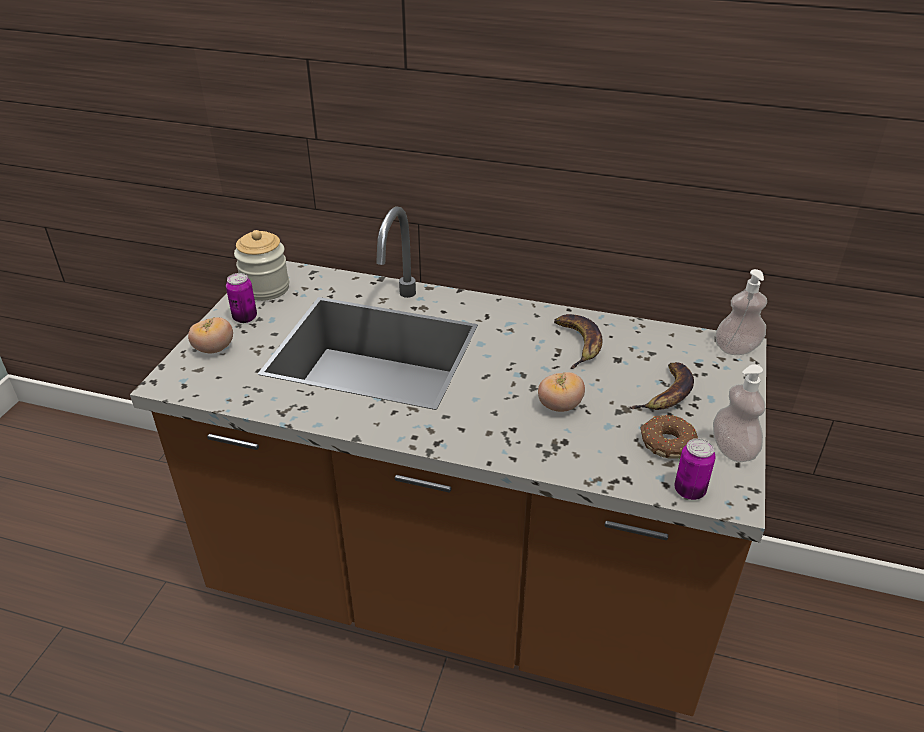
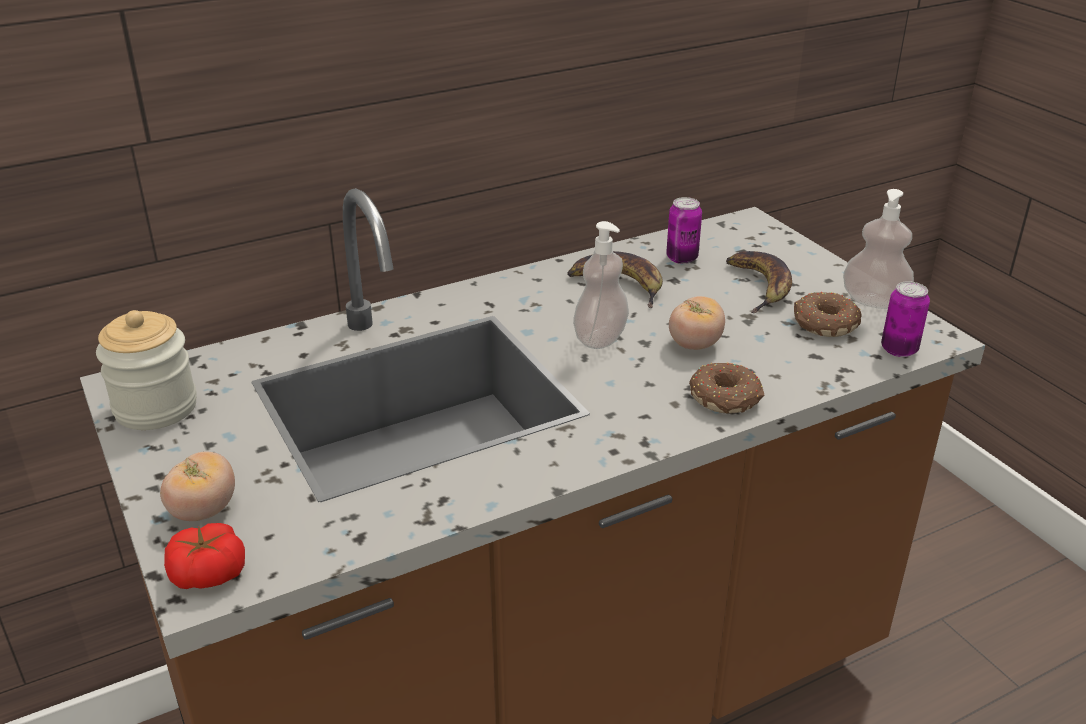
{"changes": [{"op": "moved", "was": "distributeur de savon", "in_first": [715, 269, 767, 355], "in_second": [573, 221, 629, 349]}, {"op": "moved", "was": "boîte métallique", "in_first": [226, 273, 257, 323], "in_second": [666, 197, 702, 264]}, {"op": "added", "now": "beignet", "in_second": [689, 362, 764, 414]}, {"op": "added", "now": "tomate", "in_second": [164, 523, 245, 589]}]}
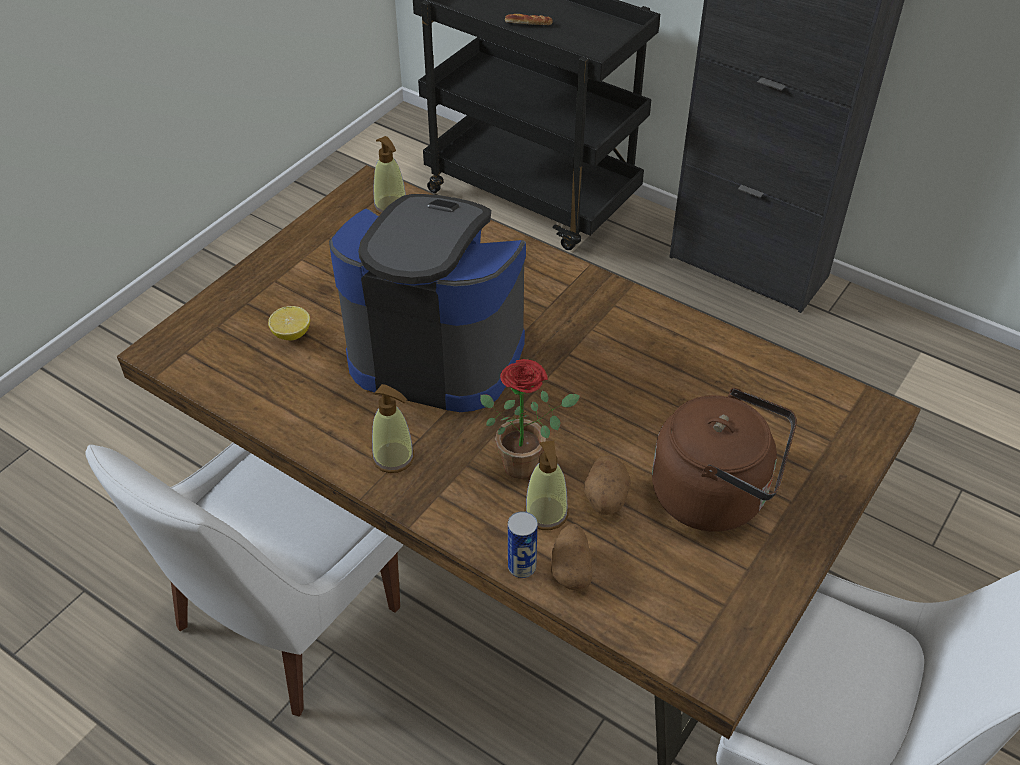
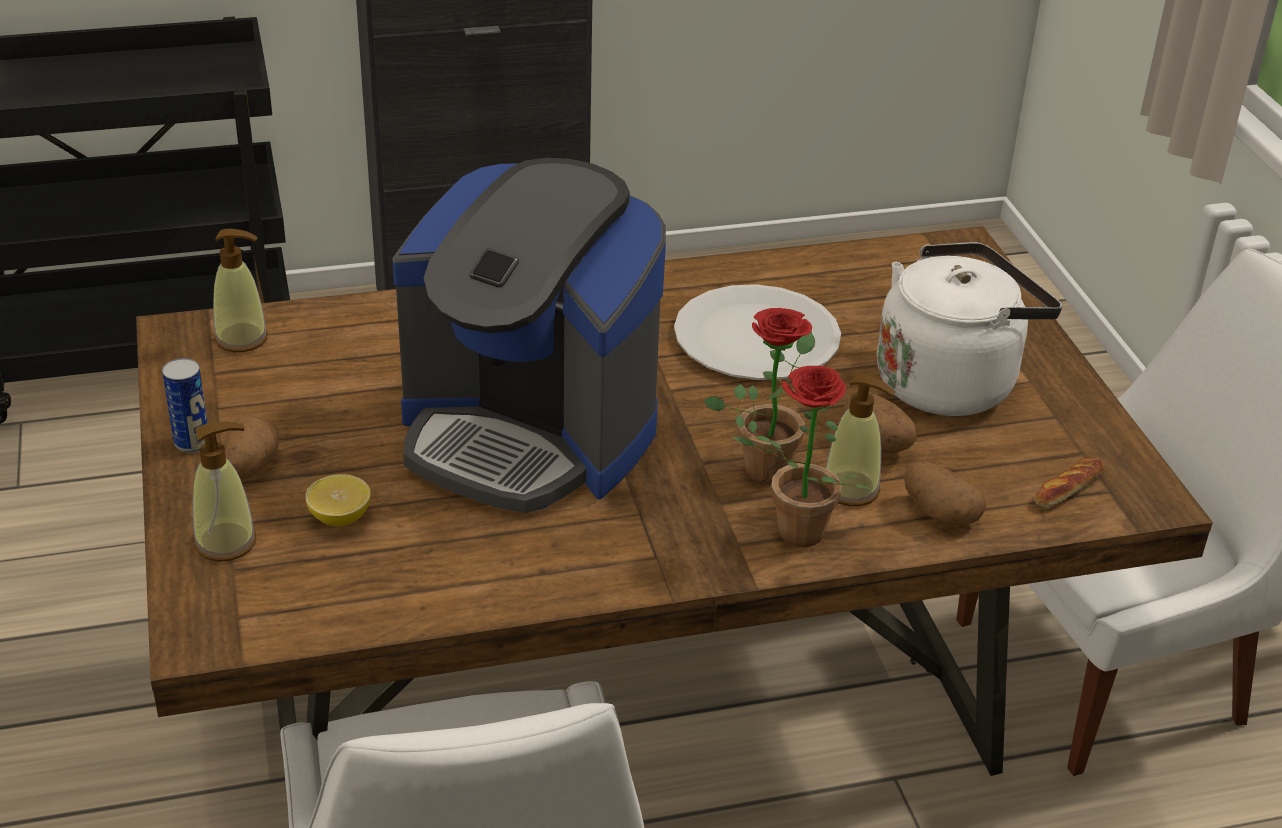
{"changes": [{"op": "moved", "was": "pain", "in_first": [505, 14, 553, 25], "in_second": [1034, 458, 1104, 508]}, {"op": "turned", "was": "machine à café", "in_first": [329, 194, 526, 412], "in_second": [392, 158, 666, 513], "clockwise": -120}, {"op": "moved", "was": "distributeur de savon", "in_first": [372, 384, 415, 473], "in_second": [193, 422, 256, 562]}, {"op": "recoloured", "was": "bouilloire (marron)", "now": "bouilloire (blanc)", "in_first": [652, 388, 797, 531], "in_second": [877, 242, 1062, 416]}, {"op": "moved", "was": "boîte métallique", "in_first": [508, 511, 538, 578], "in_second": [162, 358, 208, 453]}, {"op": "added", "now": "assiette (blanc)", "in_second": [674, 284, 841, 380]}, {"op": "added", "now": "plante en pot", "in_second": [732, 366, 872, 547]}, {"op": "added", "now": "pomme de terre", "in_second": [224, 415, 279, 480]}]}
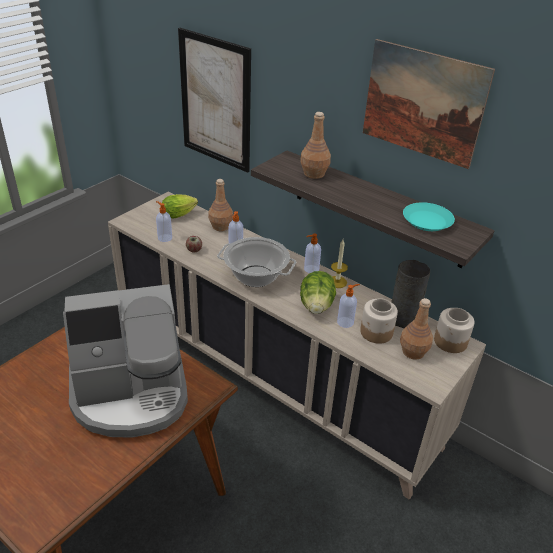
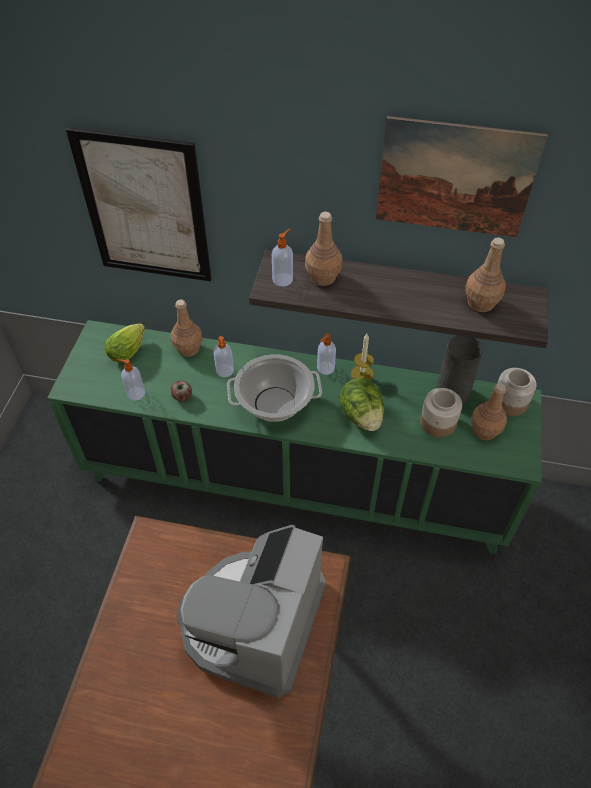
{"changes": [{"op": "recoloured", "was": "meuble de rangement (beige)", "now": "meuble de rangement (vert)", "in_first": [108, 192, 486, 500], "in_second": [47, 320, 542, 554]}, {"op": "replaced", "was": "assiette (turquoise)", "now": "bouteille (marron)", "in_first": [403, 202, 455, 231], "in_second": [465, 237, 506, 312]}, {"op": "turned", "was": "machine à café", "in_first": [63, 284, 188, 438], "in_second": [177, 525, 326, 698], "clockwise": 150}, {"op": "moved", "was": "distributeur de savon", "in_first": [337, 284, 360, 328], "in_second": [272, 229, 293, 287]}]}
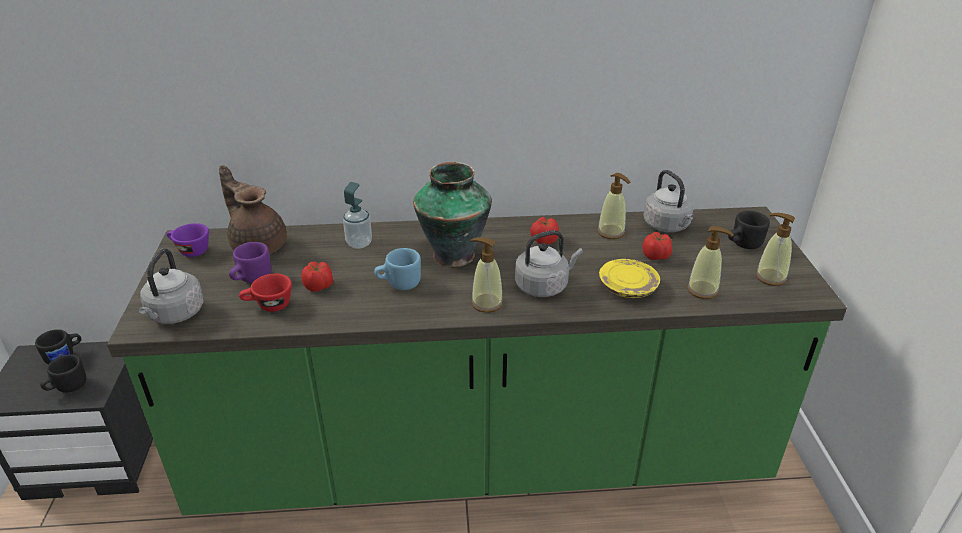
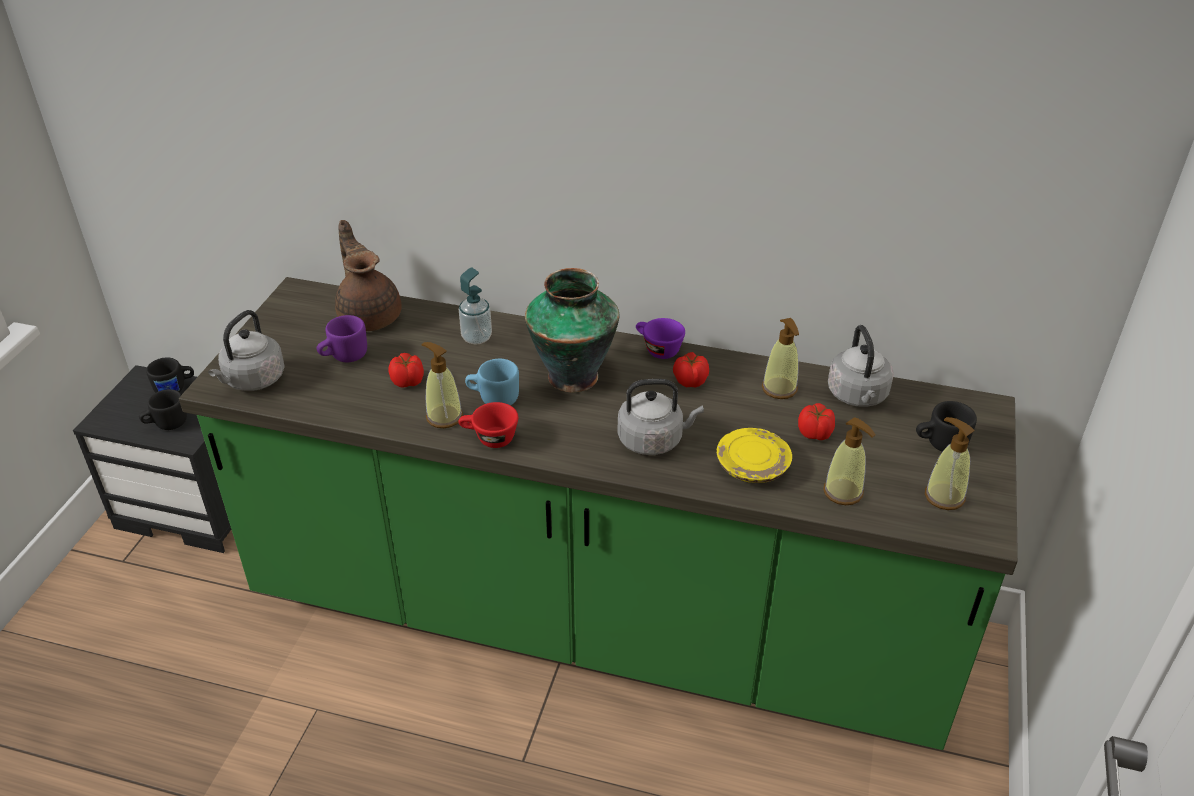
{"changes": [{"op": "moved", "was": "tasse (violet)", "in_first": [167, 223, 209, 257], "in_second": [636, 318, 685, 359]}, {"op": "moved", "was": "distributeur de savon", "in_first": [470, 237, 503, 313], "in_second": [421, 342, 463, 428]}, {"op": "moved", "was": "tasse (rouge)", "in_first": [239, 273, 292, 312], "in_second": [458, 402, 518, 448]}]}
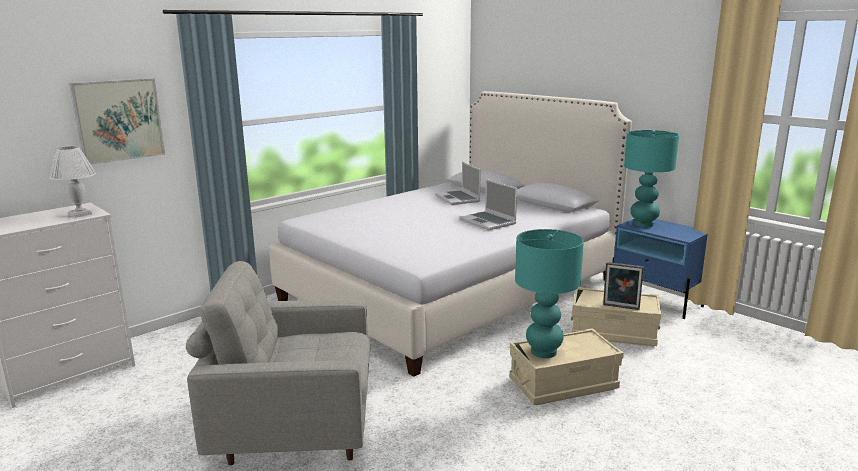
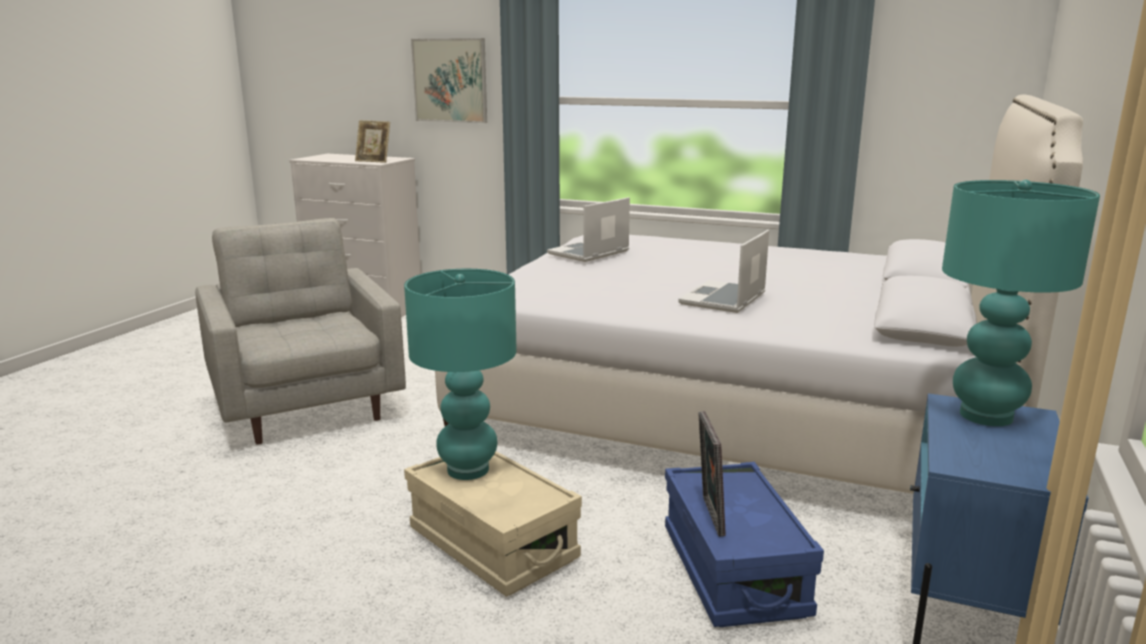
{"changes": [{"op": "replaced", "was": "lampe de table (blanc)", "now": "cadre photo", "in_first": [49, 146, 96, 218], "in_second": [355, 120, 390, 163]}, {"op": "moved", "was": "ordinateur portable", "in_first": [435, 162, 481, 205], "in_second": [547, 197, 630, 262]}, {"op": "recoloured", "was": "boîte de rangement (beige)", "now": "boîte de rangement (bleu)", "in_first": [571, 287, 661, 346], "in_second": [665, 462, 824, 627]}]}
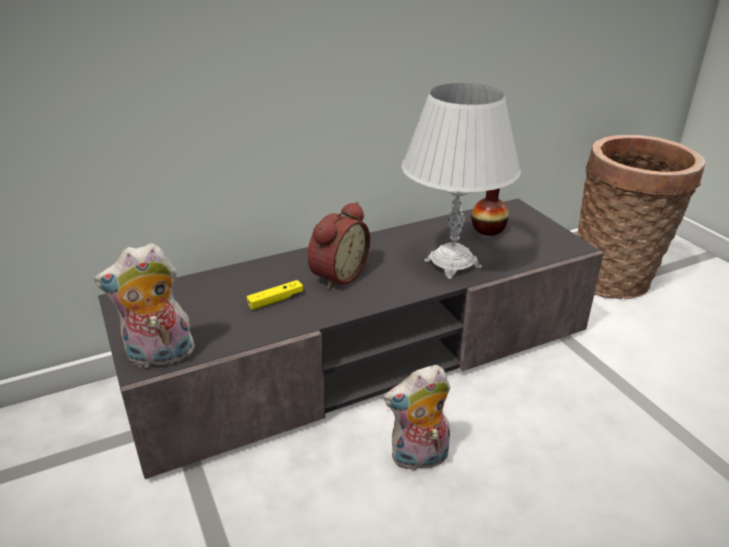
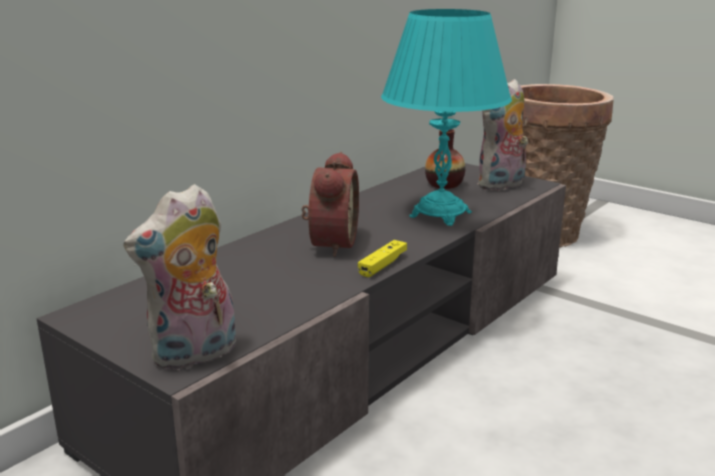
{"changes": [{"op": "recoloured", "was": "lampe de table (blanc)", "now": "lampe de table (turquoise)", "in_first": [402, 83, 521, 279], "in_second": [381, 9, 512, 226]}, {"op": "moved", "was": "manette (jaune)", "in_first": [247, 280, 303, 310], "in_second": [358, 240, 407, 277]}, {"op": "moved", "was": "peluche", "in_first": [384, 365, 450, 471], "in_second": [478, 79, 528, 191]}]}
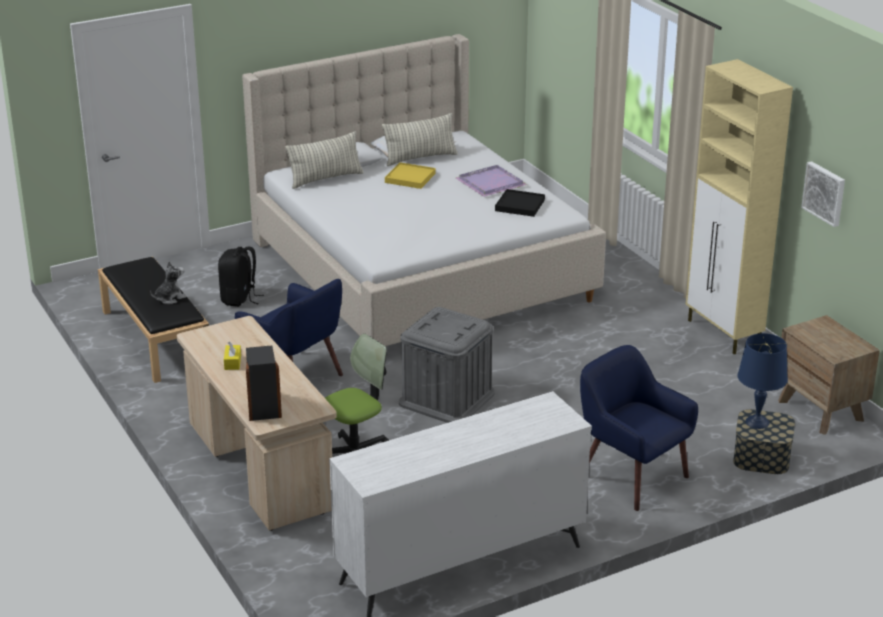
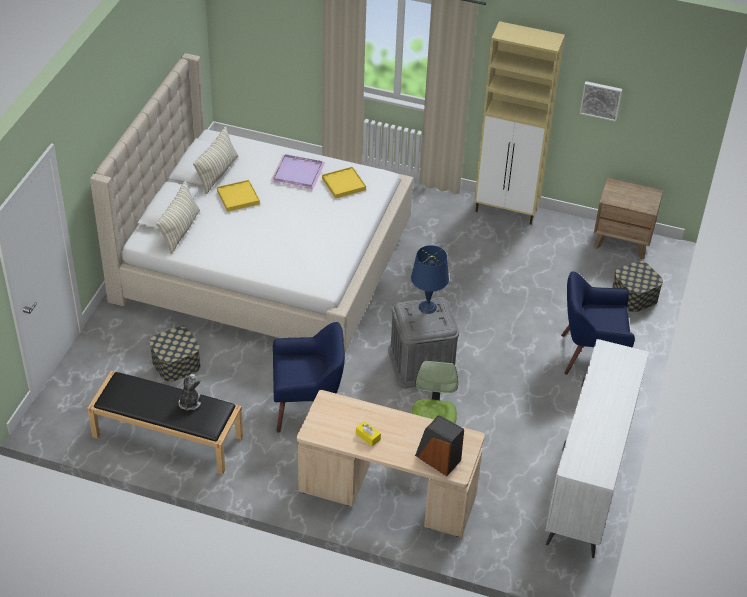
{"changes": [{"op": "recoloured", "was": "plateau (noir)", "now": "plateau (jaune)", "in_first": [495, 189, 545, 217], "in_second": [322, 167, 366, 199]}, {"op": "replaced", "was": "sac à dos (noir)", "now": "boîte de rangement", "in_first": [218, 246, 264, 307], "in_second": [149, 326, 200, 382]}, {"op": "moved", "was": "lampe de table (bleu)", "in_first": [737, 333, 788, 429], "in_second": [411, 245, 449, 314]}]}
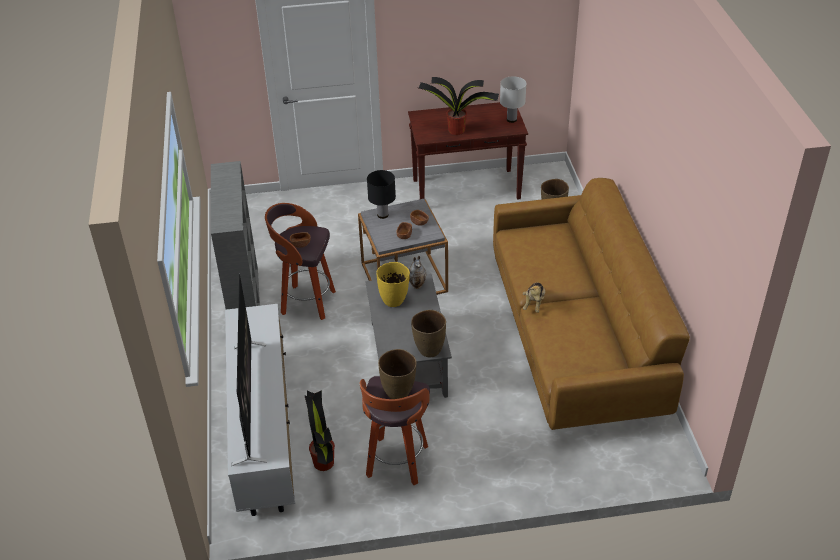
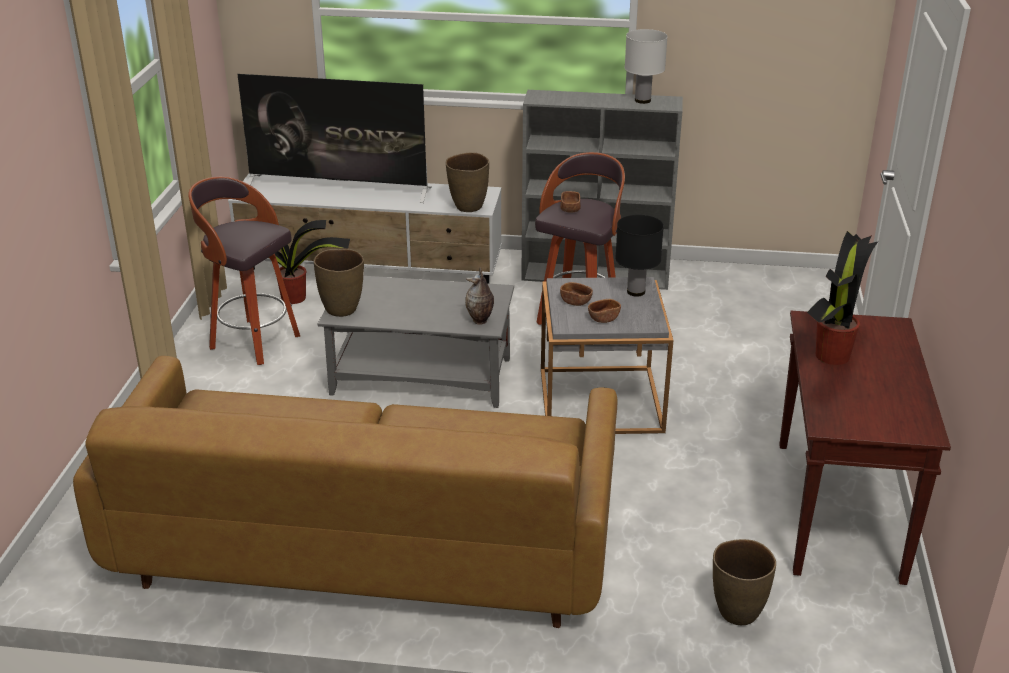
{"changes": [{"op": "moved", "was": "lampe de table (blanc)", "in_first": [500, 76, 527, 123], "in_second": [624, 29, 668, 104]}, {"op": "removed", "was": "vase (jaune)", "in_first": [376, 262, 410, 307]}, {"op": "removed", "was": "peluche", "in_first": [523, 283, 545, 313]}, {"op": "moved", "was": "vase (marron)", "in_first": [378, 349, 417, 399], "in_second": [446, 152, 489, 212]}]}
